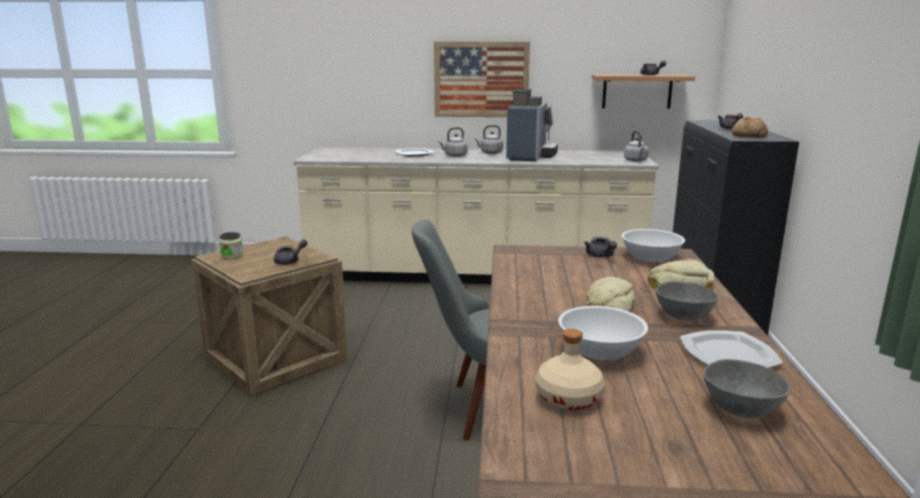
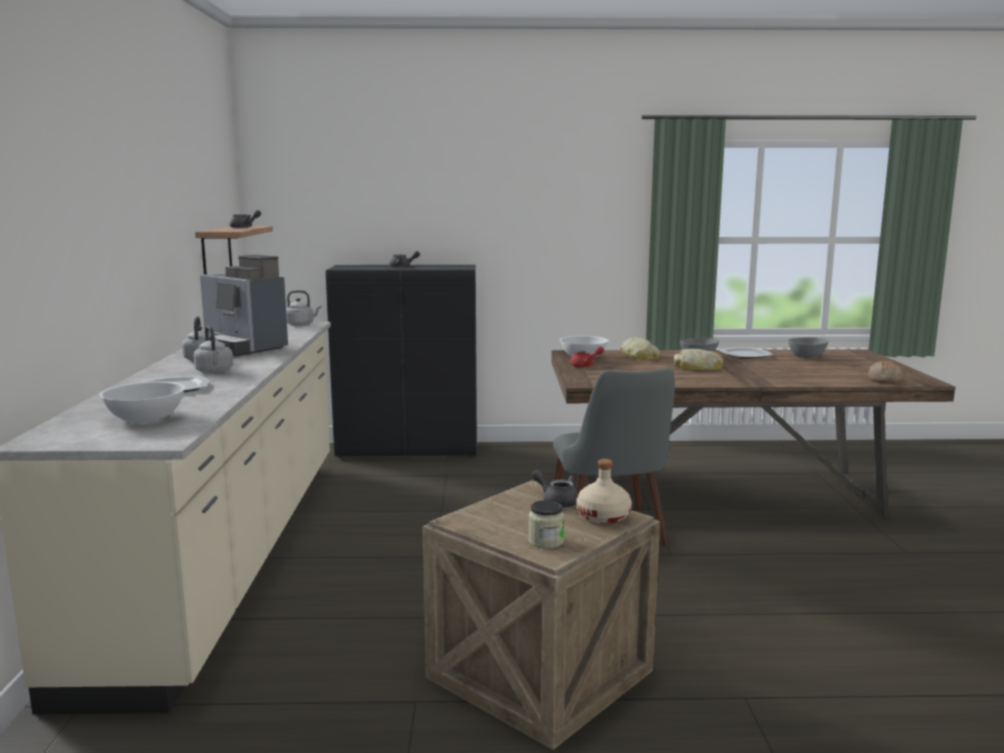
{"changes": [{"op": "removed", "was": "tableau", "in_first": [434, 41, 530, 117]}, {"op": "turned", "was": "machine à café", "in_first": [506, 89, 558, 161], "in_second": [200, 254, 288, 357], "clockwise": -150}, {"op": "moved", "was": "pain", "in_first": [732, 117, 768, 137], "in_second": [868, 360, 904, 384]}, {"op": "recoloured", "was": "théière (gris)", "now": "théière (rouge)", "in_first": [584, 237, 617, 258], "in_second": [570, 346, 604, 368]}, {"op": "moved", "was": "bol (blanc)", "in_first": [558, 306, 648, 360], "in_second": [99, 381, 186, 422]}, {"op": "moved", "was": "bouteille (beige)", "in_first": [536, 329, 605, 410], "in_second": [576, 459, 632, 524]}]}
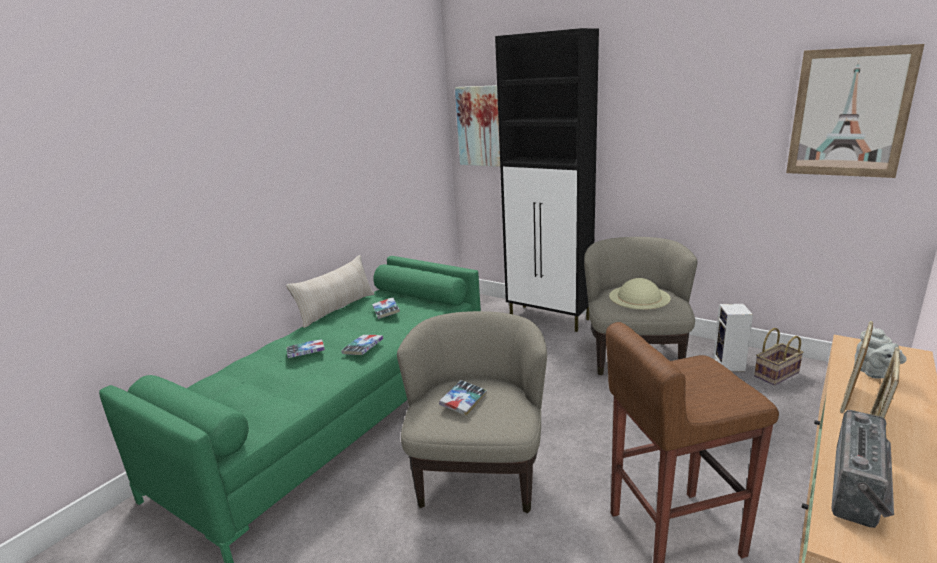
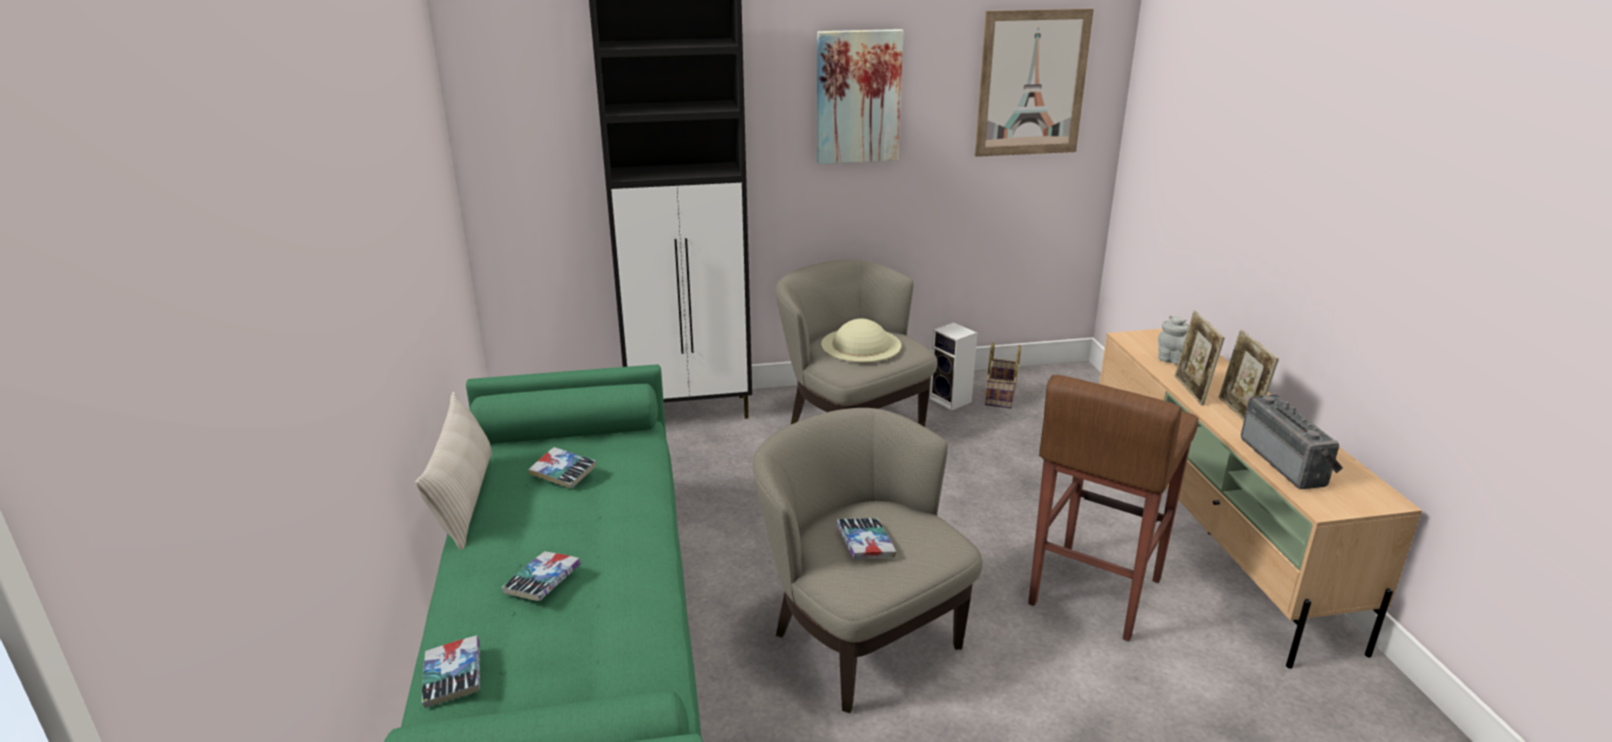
{"changes": [{"op": "moved", "was": "tableau", "in_first": [455, 85, 500, 167], "in_second": [817, 29, 904, 164]}, {"op": "moved", "was": "livre", "in_first": [341, 335, 383, 355], "in_second": [422, 635, 480, 708]}]}
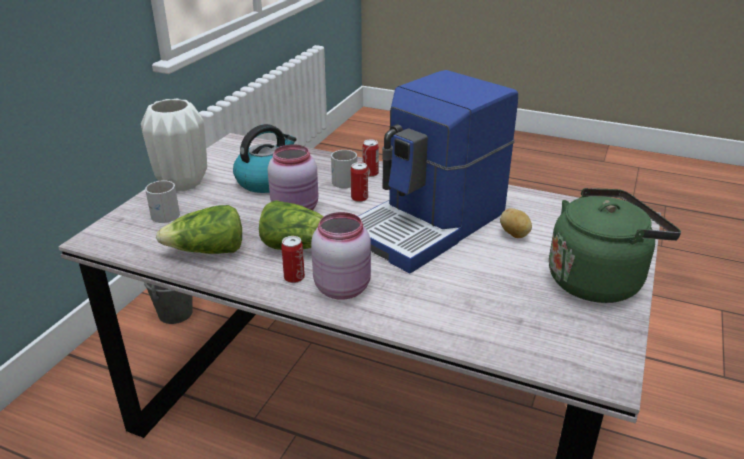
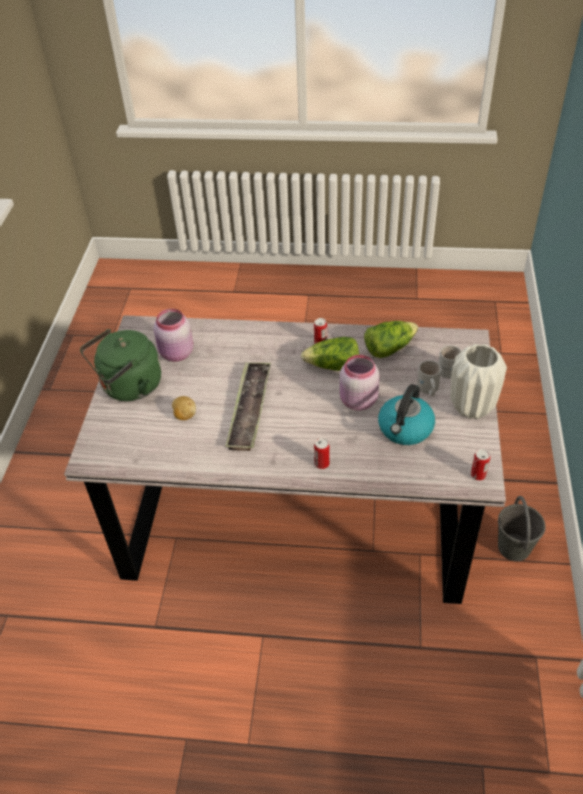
{"changes": [{"op": "replaced", "was": "machine à café", "now": "plateau", "in_first": [358, 70, 518, 274], "in_second": [225, 362, 271, 451]}, {"op": "moved", "was": "mug (blanc)", "in_first": [331, 150, 357, 188], "in_second": [417, 360, 441, 396]}, {"op": "moved", "was": "boîte métallique", "in_first": [351, 162, 368, 202], "in_second": [471, 449, 491, 481]}, {"op": "moved", "was": "bocal (rose)", "in_first": [311, 212, 371, 300], "in_second": [153, 309, 193, 362]}]}
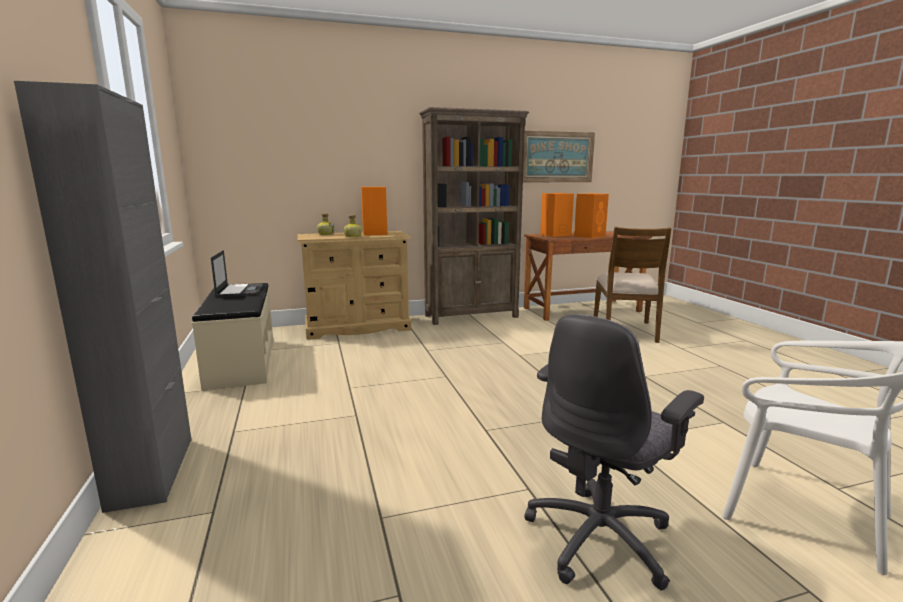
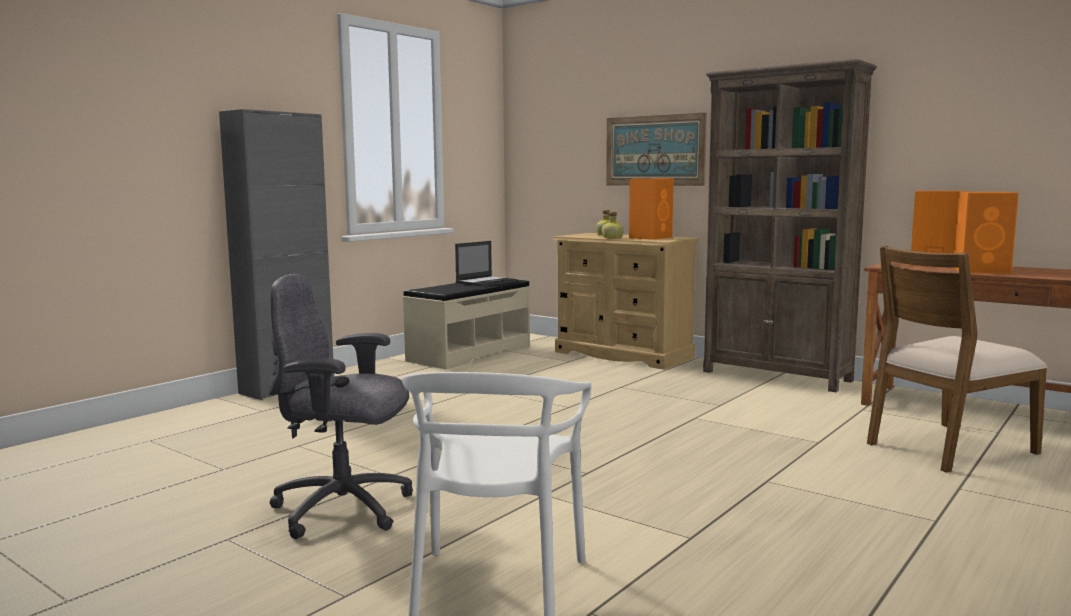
{"changes": [{"op": "moved", "was": "tableau", "in_first": [523, 131, 595, 182], "in_second": [606, 112, 707, 186]}]}
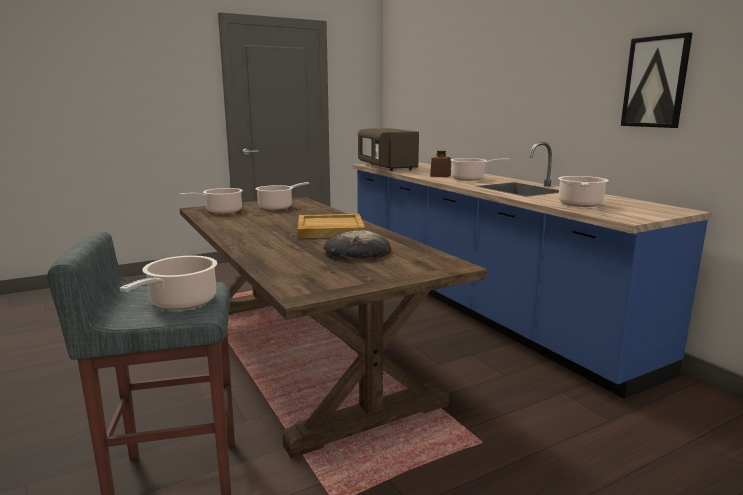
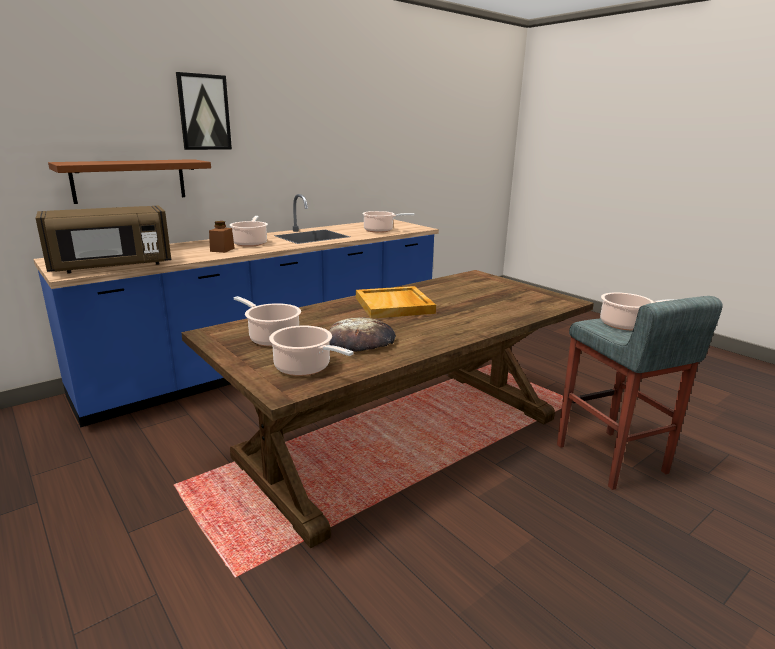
{"changes": [{"op": "moved", "was": "tableau", "in_first": [621, 32, 693, 128], "in_second": [176, 72, 232, 150]}, {"op": "moved", "was": "pain", "in_first": [324, 230, 391, 258], "in_second": [329, 317, 396, 352]}, {"op": "added", "now": "étagère (marron)", "in_second": [48, 159, 211, 204]}]}
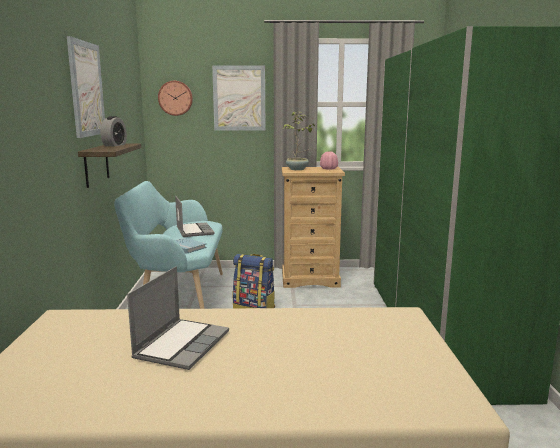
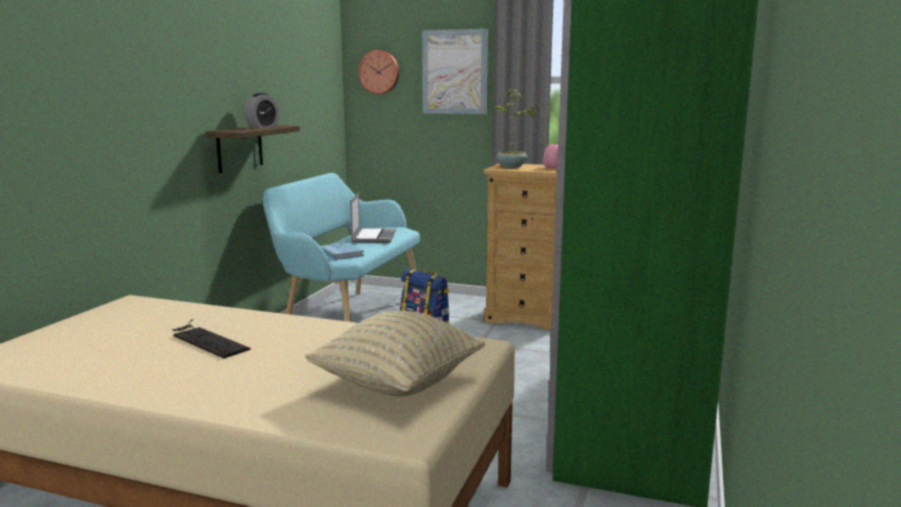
{"changes": [{"op": "removed", "was": "tableau", "in_first": [67, 36, 105, 138]}, {"op": "replaced", "was": "ordinateur portable", "now": "clavier", "in_first": [127, 266, 229, 370], "in_second": [172, 319, 251, 358]}, {"op": "added", "now": "coussin (beige)", "in_second": [305, 311, 485, 396]}]}
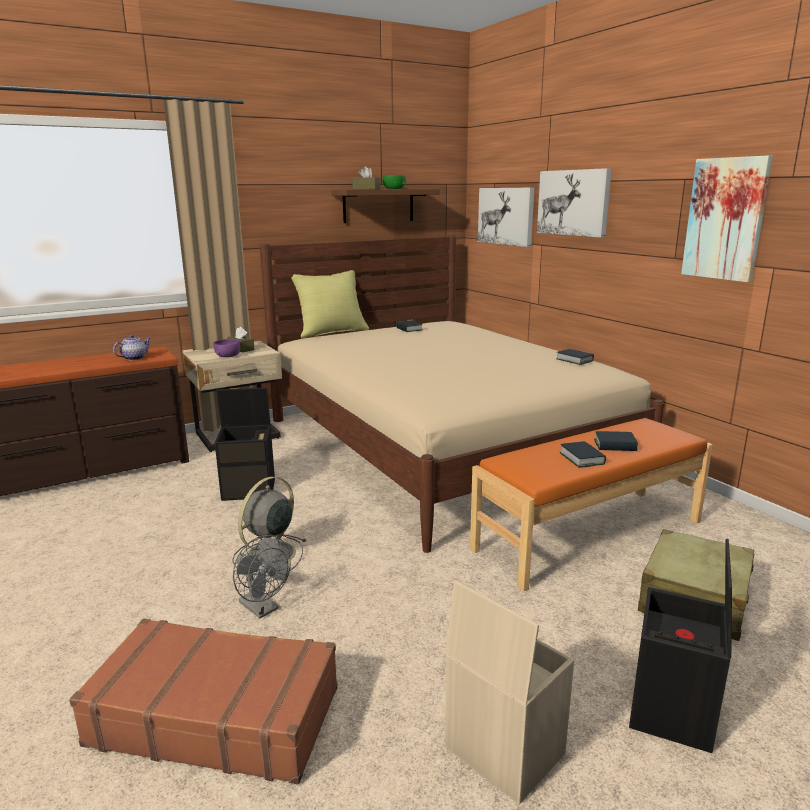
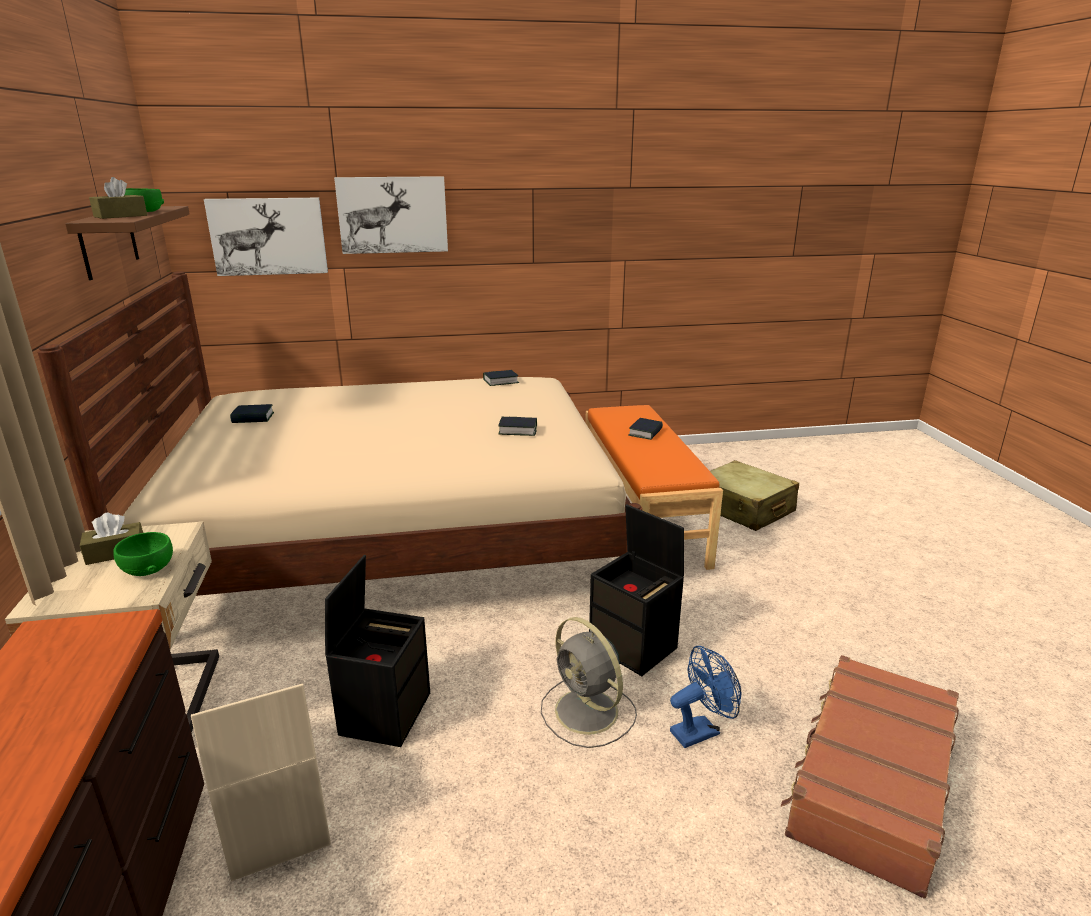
{"changes": [{"op": "removed", "was": "tableau", "in_first": [681, 155, 773, 283]}, {"op": "removed", "was": "coussin (jaune)", "in_first": [291, 270, 369, 338]}, {"op": "removed", "was": "théière", "in_first": [113, 335, 150, 360]}, {"op": "recoloured", "was": "bol (violet)", "now": "bol (vert)", "in_first": [213, 339, 240, 357], "in_second": [113, 532, 173, 576]}, {"op": "moved", "was": "livre", "in_first": [560, 441, 606, 468], "in_second": [498, 417, 537, 436]}, {"op": "recoloured", "was": "ventilateur (gris)", "now": "ventilateur (bleu)", "in_first": [233, 535, 291, 618], "in_second": [670, 646, 741, 748]}, {"op": "moved", "was": "boîte de rangement (noir)", "in_first": [629, 539, 732, 753], "in_second": [589, 504, 684, 676]}, {"op": "moved", "was": "boîte de rangement (beige)", "in_first": [445, 580, 574, 805], "in_second": [191, 683, 331, 881]}]}
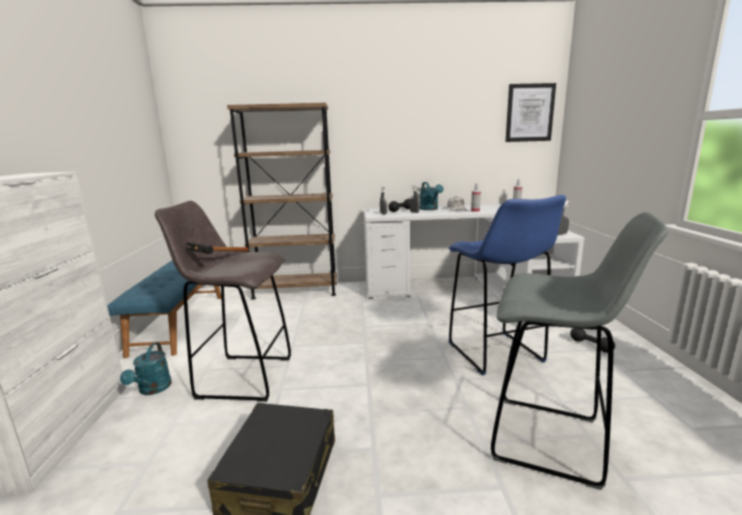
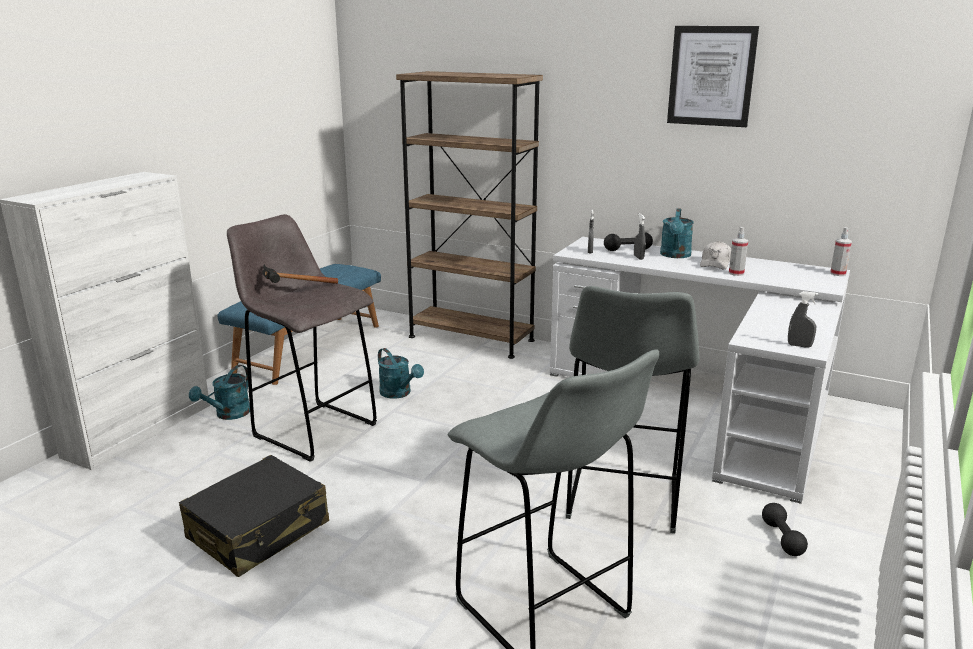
{"changes": [{"op": "moved", "was": "tableau", "in_first": [505, 83, 556, 142], "in_second": [667, 26, 759, 127]}, {"op": "recoloured", "was": "tabouret (bleu)", "now": "tabouret (gris)", "in_first": [449, 195, 566, 376], "in_second": [566, 286, 700, 533]}, {"op": "added", "now": "arrosoir (turquoise)", "in_second": [378, 348, 424, 399]}]}
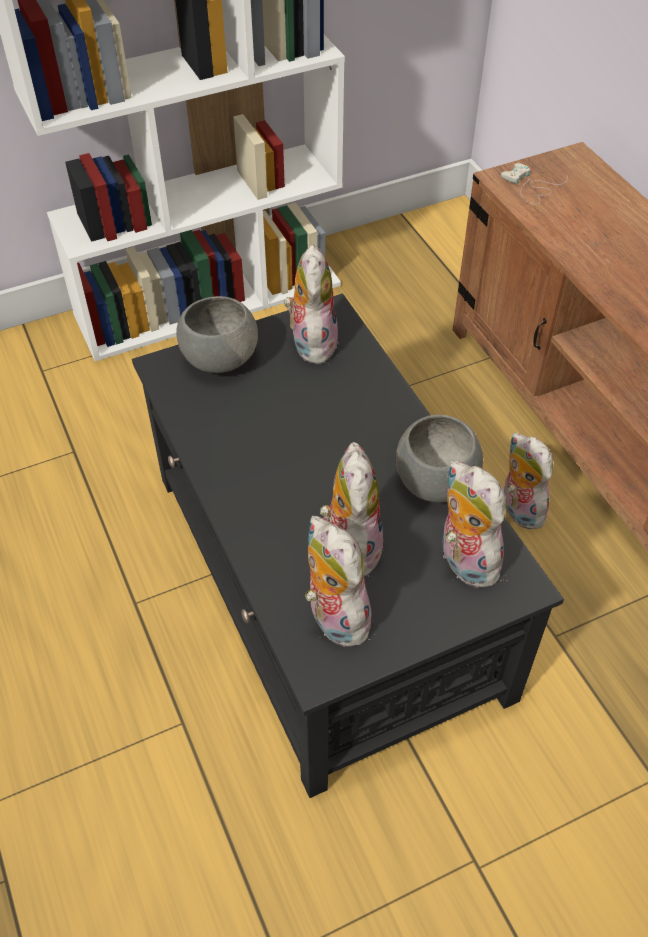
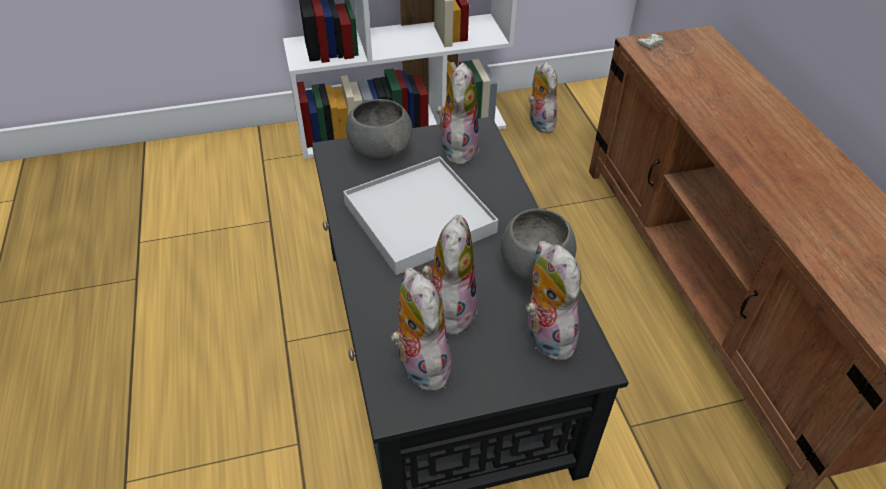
{"changes": [{"op": "moved", "was": "peluche", "in_first": [504, 433, 553, 529], "in_second": [529, 62, 557, 133]}, {"op": "added", "now": "plateau (blanc)", "in_second": [343, 156, 498, 275]}]}
